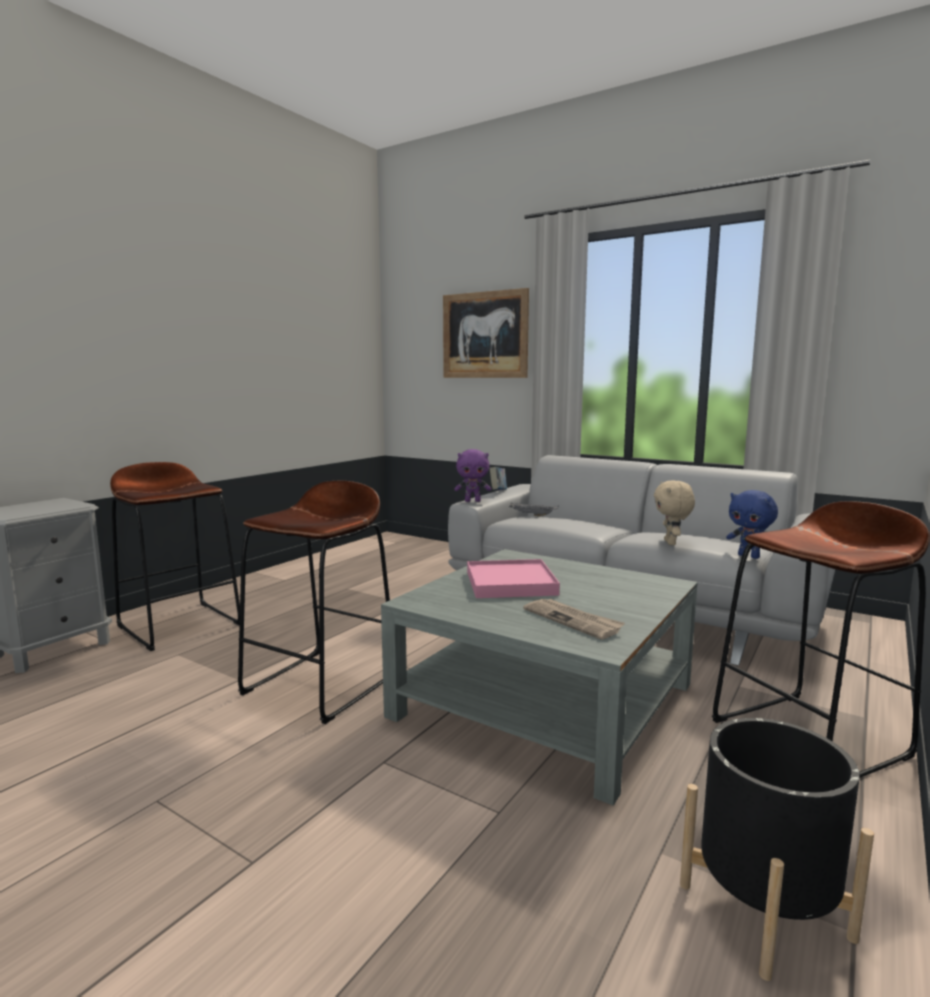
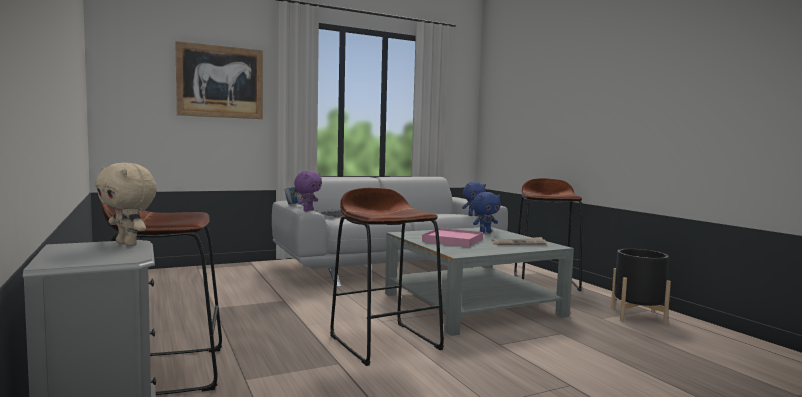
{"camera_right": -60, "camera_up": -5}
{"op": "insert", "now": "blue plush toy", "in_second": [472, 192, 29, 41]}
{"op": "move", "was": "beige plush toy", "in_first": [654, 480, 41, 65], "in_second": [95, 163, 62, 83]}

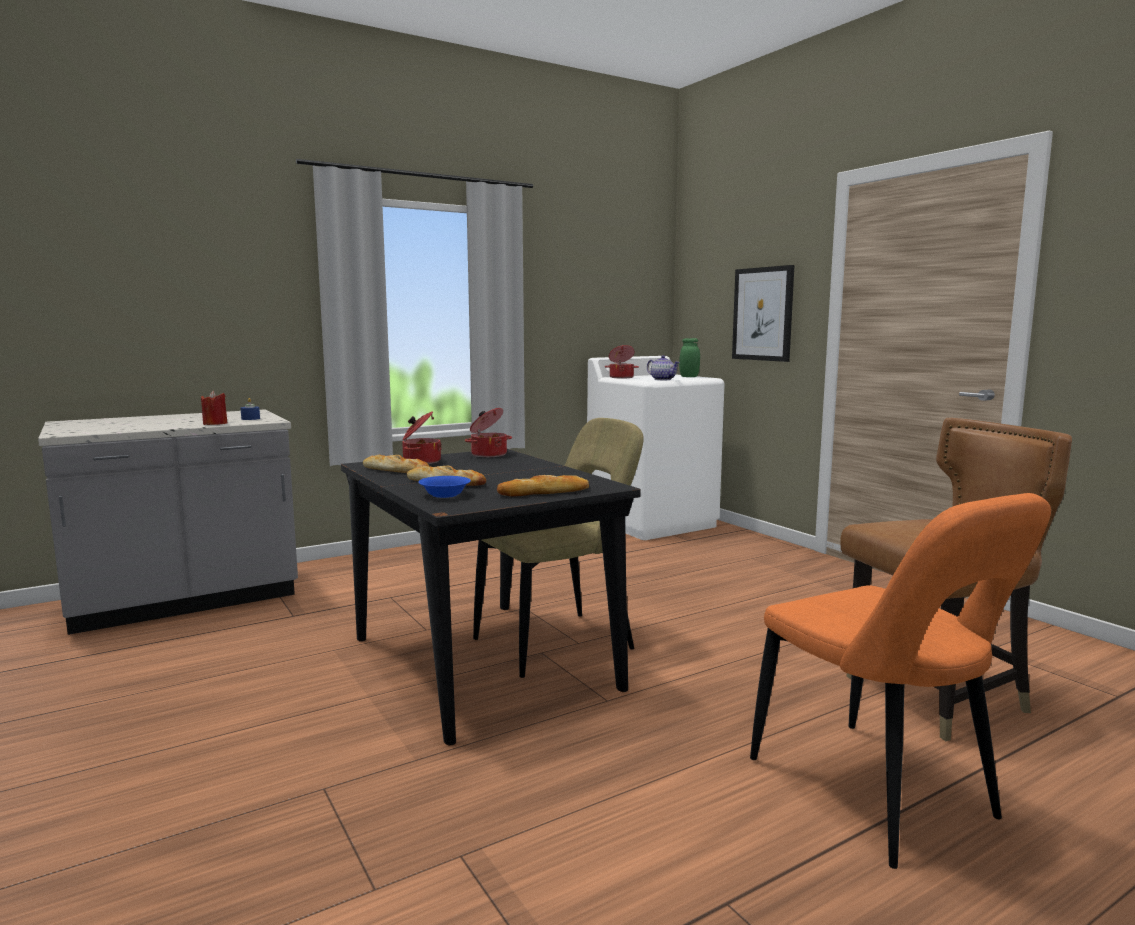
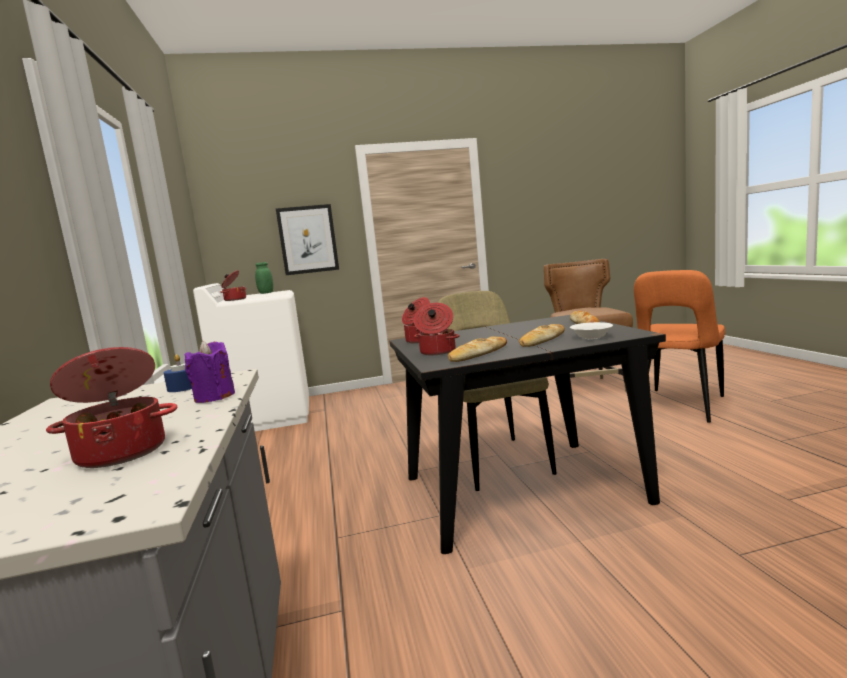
{"camera_right": -70, "camera_up": 0}
{"op": "delete", "was": "teapot", "in_first": [647, 355, 33, 25]}
{"op": "insert", "now": "cooking pot", "in_second": [46, 347, 131, 121]}
{"op": "recolor", "was": "red candle", "now": "purple candle", "in_first": [201, 391, 27, 34], "in_second": [185, 341, 50, 62]}
{"op": "recolor", "was": "blue bowl", "now": "white bowl", "in_first": [418, 476, 53, 22], "in_second": [570, 322, 43, 17]}
{"op": "rotate", "was": "orange chair", "in_first": [750, 493, 301, 376], "in_second": [634, 270, 91, 153], "clockwise": 135}

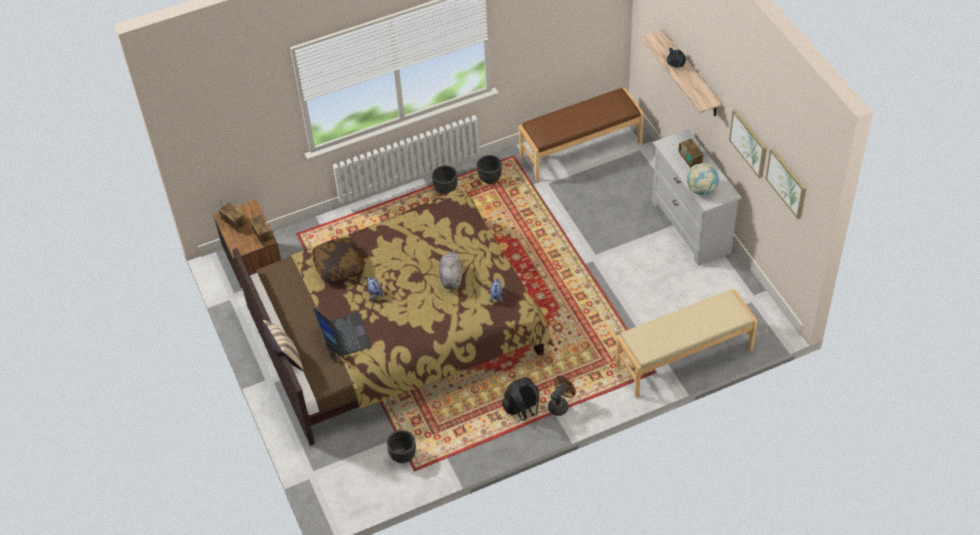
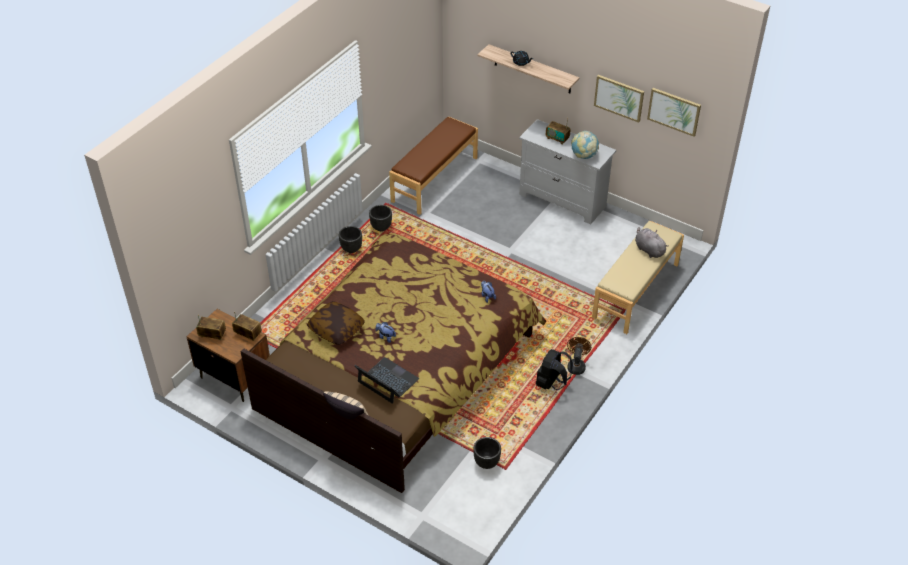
{"camera_right": -35, "camera_up": -5}
{"op": "move", "was": "grey plush toy", "in_first": [439, 250, 23, 39], "in_second": [635, 227, 34, 31]}

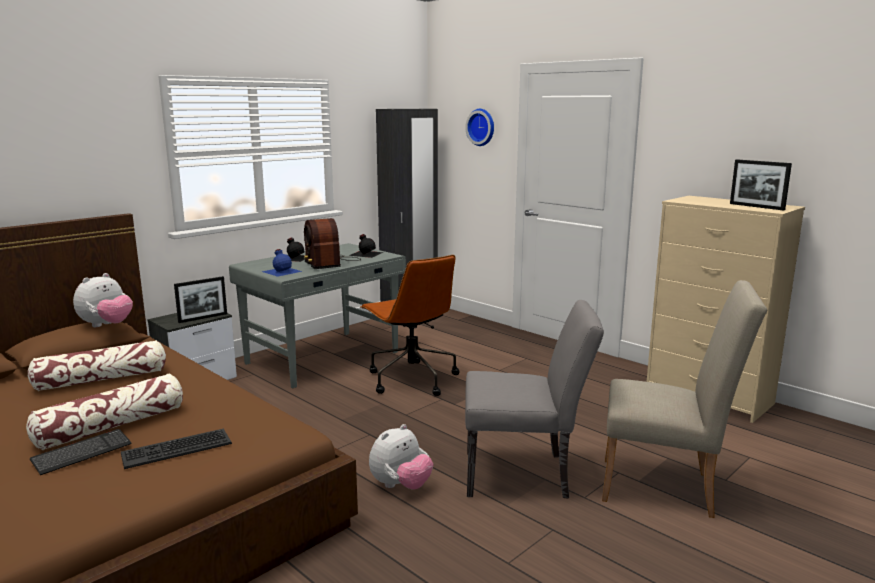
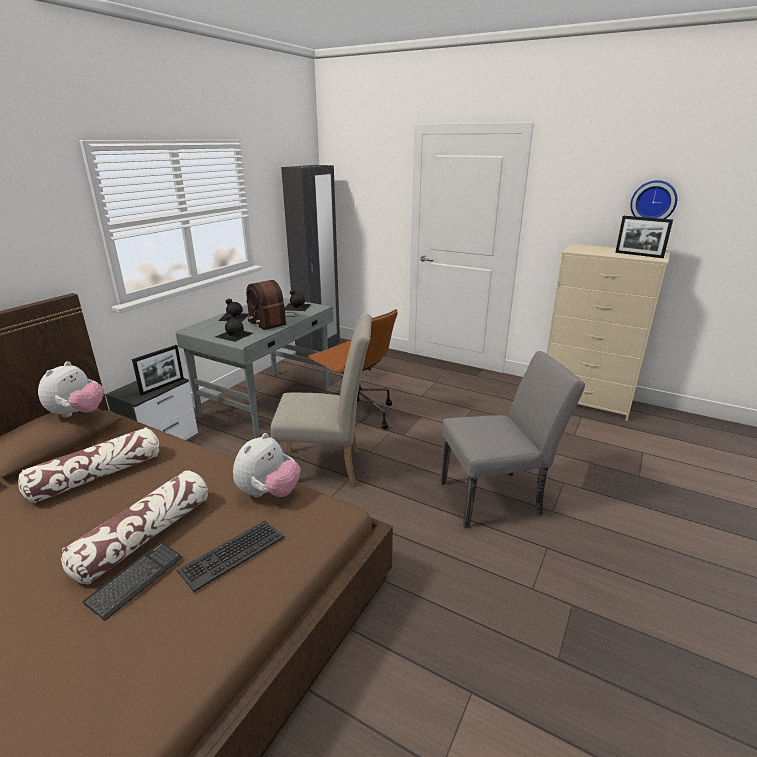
{"camera_right": -15, "camera_up": 10}
{"op": "move", "was": "plush toy", "in_first": [369, 424, 64, 66], "in_second": [233, 433, 68, 65]}
{"op": "move", "was": "wall clock", "in_first": [465, 109, 29, 37], "in_second": [630, 180, 47, 39]}
{"op": "move", "was": "beige chair", "in_first": [602, 280, 165, 238], "in_second": [271, 313, 101, 174]}
{"op": "recolor", "was": "blue bottle", "now": "black bottle", "in_first": [262, 249, 40, 28], "in_second": [215, 314, 38, 28]}

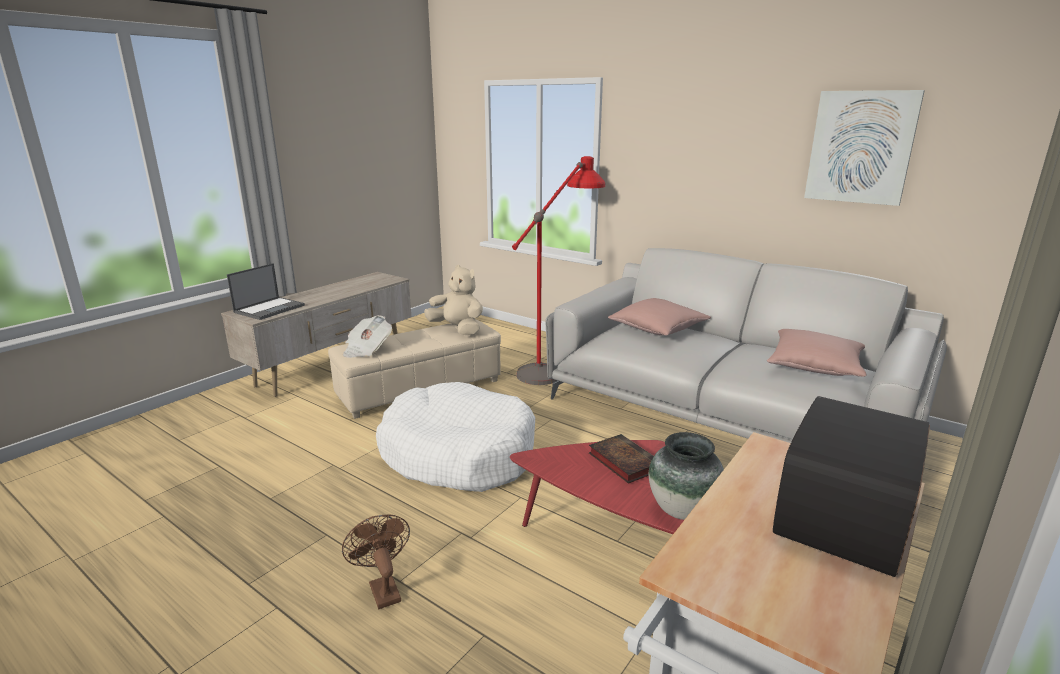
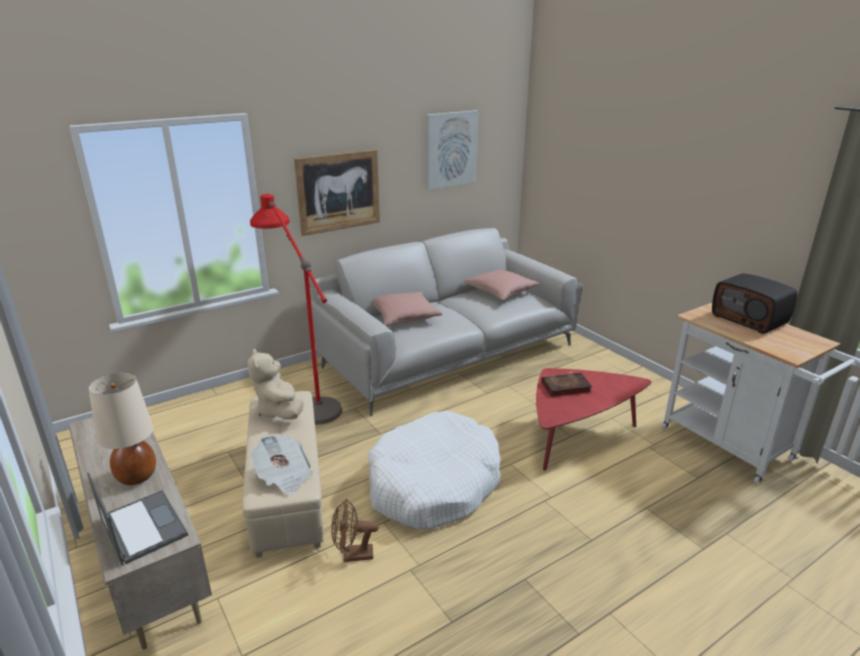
{"camera_right": -70, "camera_up": 5}
{"op": "delete", "was": "vase", "in_first": [649, 432, 75, 88]}
{"op": "insert", "now": "beige table lamp", "in_second": [88, 373, 68, 112]}
{"op": "insert", "now": "picture", "in_second": [294, 149, 86, 87]}
{"op": "move", "was": "brown fan", "in_first": [342, 515, 68, 94], "in_second": [331, 499, 48, 63]}
{"op": "rotate", "was": "beige plush toy", "in_first": [424, 265, 59, 70], "in_second": [248, 349, 56, 71], "clockwise": -75}

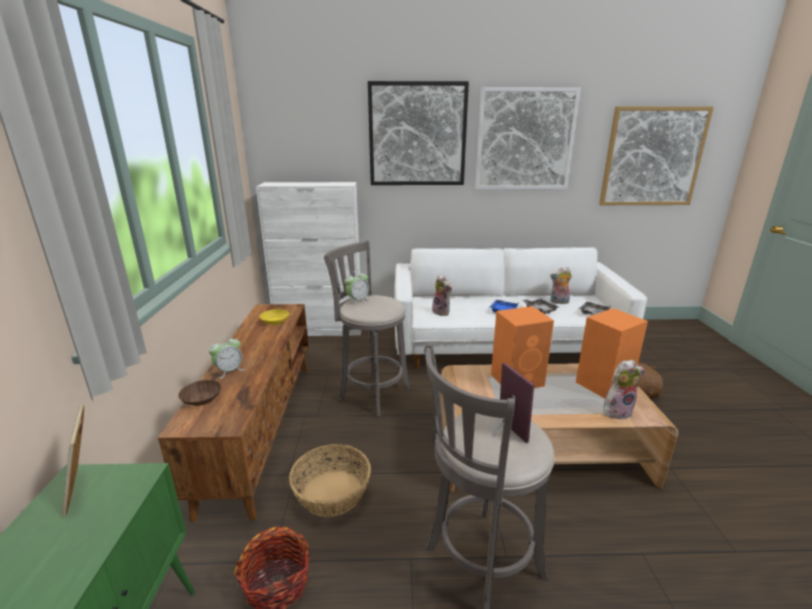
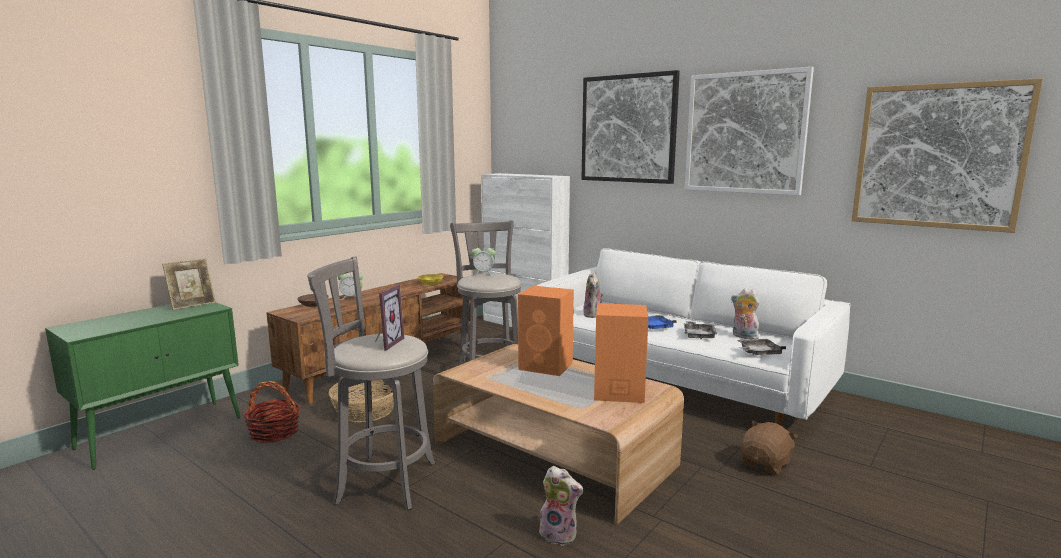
{"camera_right": 40, "camera_up": -10}
{"op": "move", "was": "plush toy", "in_first": [603, 360, 41, 59], "in_second": [539, 466, 44, 80]}
{"op": "rotate", "was": "picture frame", "in_first": [61, 404, 23, 113], "in_second": [162, 259, 54, 51], "clockwise": -150}

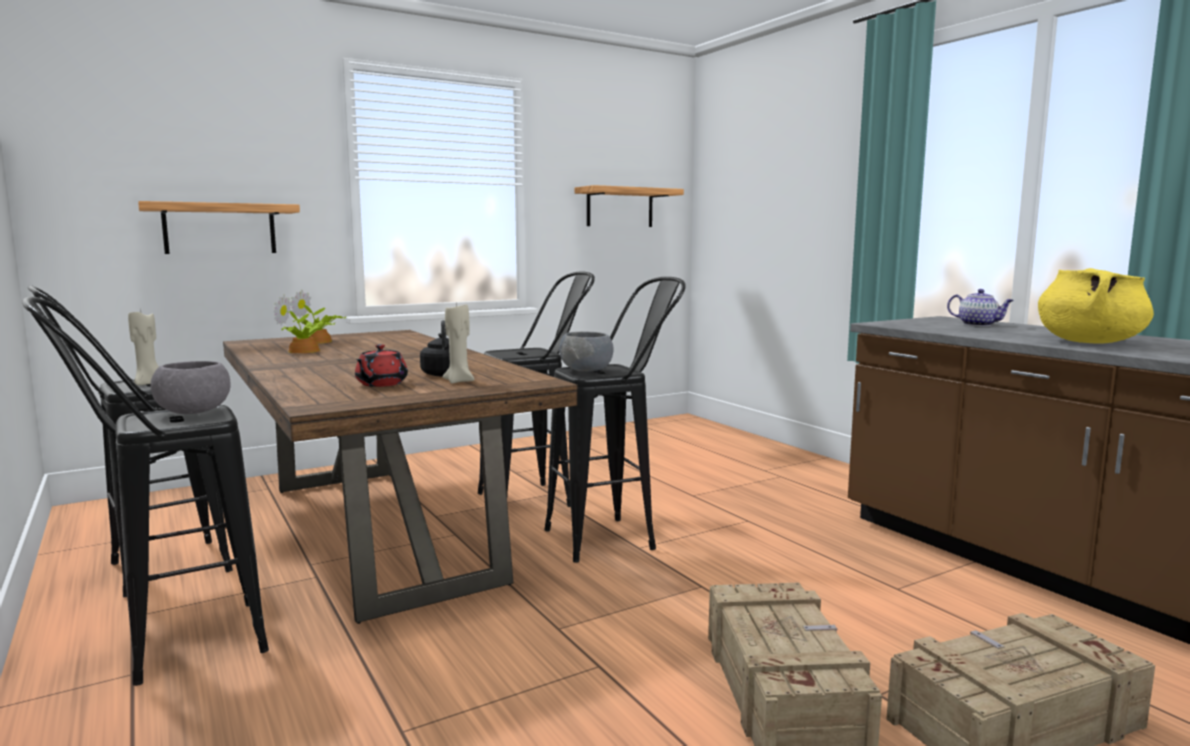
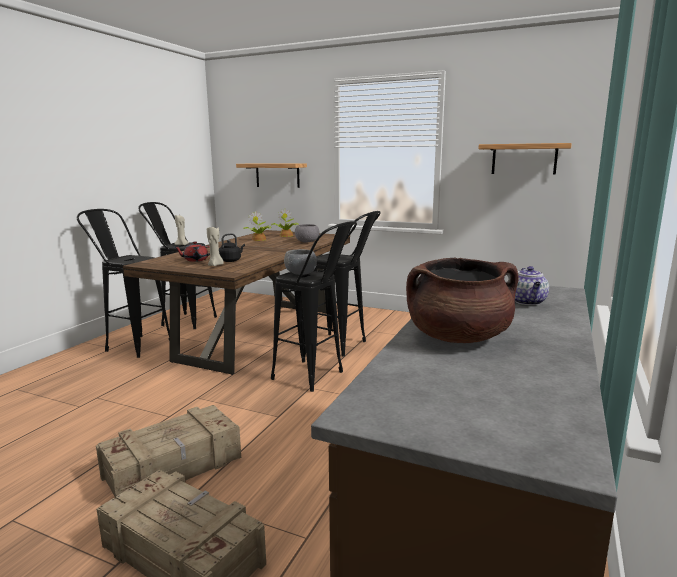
{"camera_right": 55, "camera_up": 5}
{"op": "move", "was": "grey bowl", "in_first": [151, 361, 80, 53], "in_second": [295, 224, 24, 19]}
{"op": "recolor", "was": "yellow cooking pot", "now": "brown cooking pot", "in_first": [1038, 268, 116, 75], "in_second": [406, 258, 113, 85]}

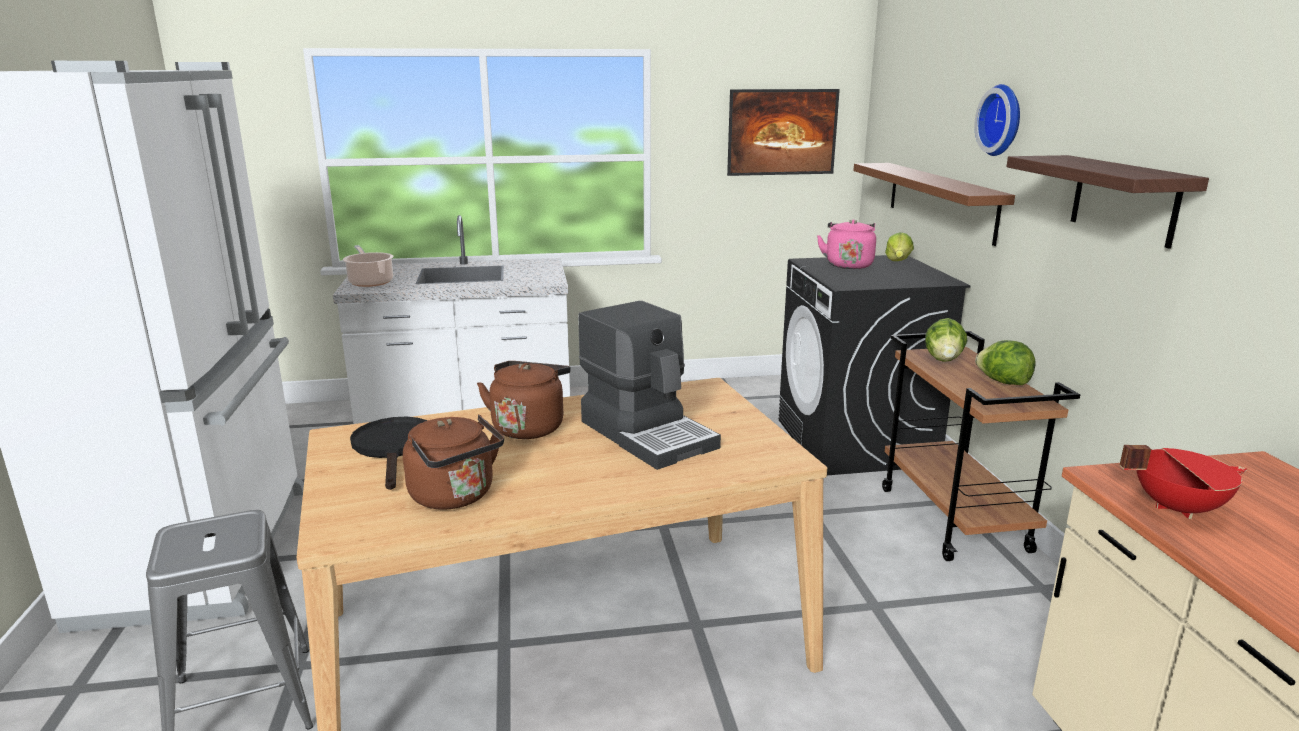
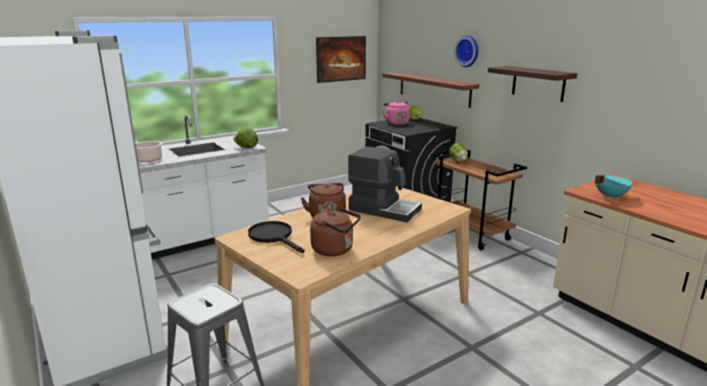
{"camera_right": -25, "camera_up": 0}
{"op": "move", "was": "lettuce", "in_first": [975, 340, 61, 45], "in_second": [234, 128, 24, 20]}
{"op": "recolor", "was": "red cooking pot", "now": "turquoise cooking pot", "in_first": [1119, 445, 128, 74], "in_second": [595, 174, 38, 25]}

